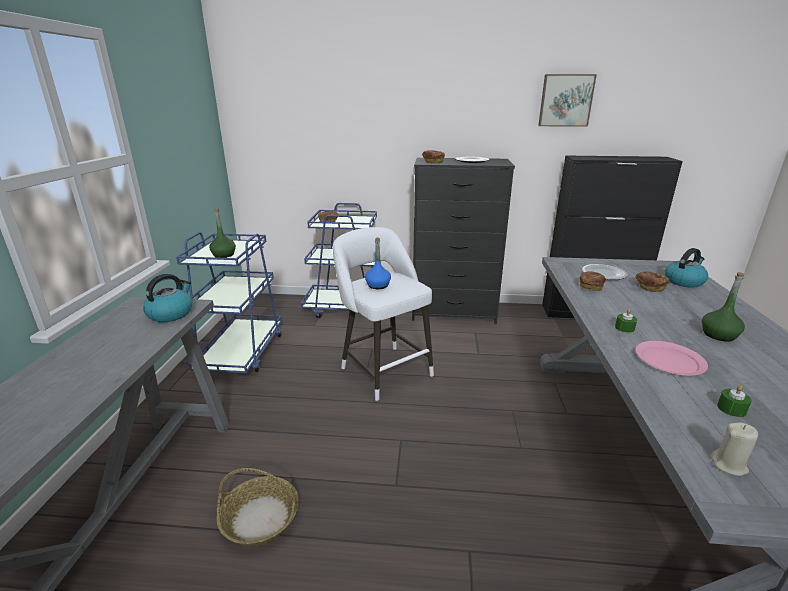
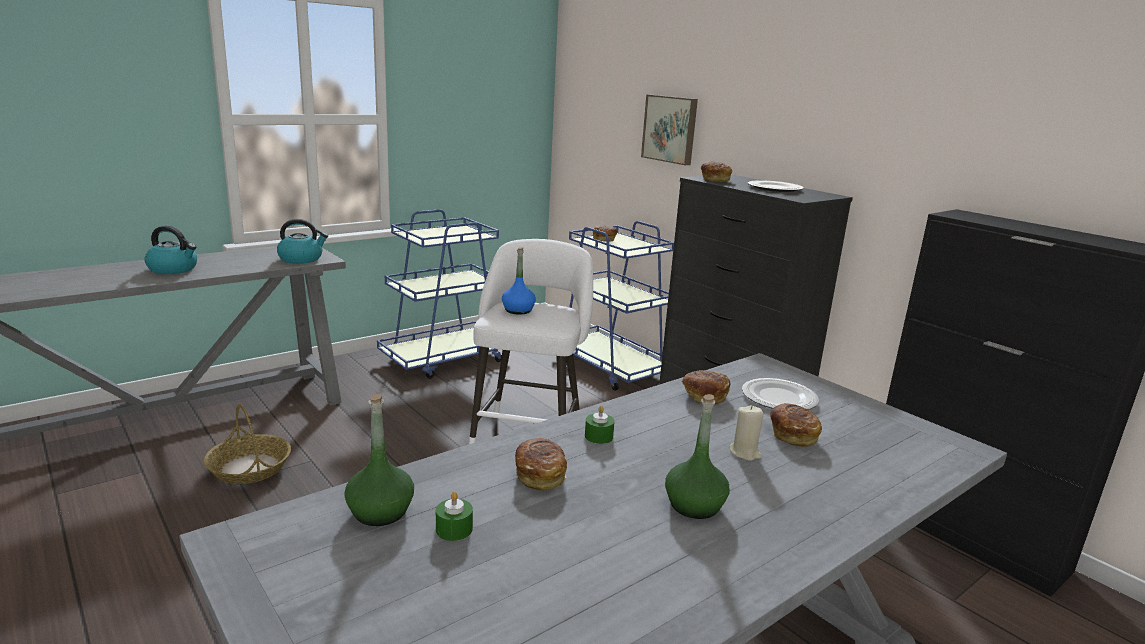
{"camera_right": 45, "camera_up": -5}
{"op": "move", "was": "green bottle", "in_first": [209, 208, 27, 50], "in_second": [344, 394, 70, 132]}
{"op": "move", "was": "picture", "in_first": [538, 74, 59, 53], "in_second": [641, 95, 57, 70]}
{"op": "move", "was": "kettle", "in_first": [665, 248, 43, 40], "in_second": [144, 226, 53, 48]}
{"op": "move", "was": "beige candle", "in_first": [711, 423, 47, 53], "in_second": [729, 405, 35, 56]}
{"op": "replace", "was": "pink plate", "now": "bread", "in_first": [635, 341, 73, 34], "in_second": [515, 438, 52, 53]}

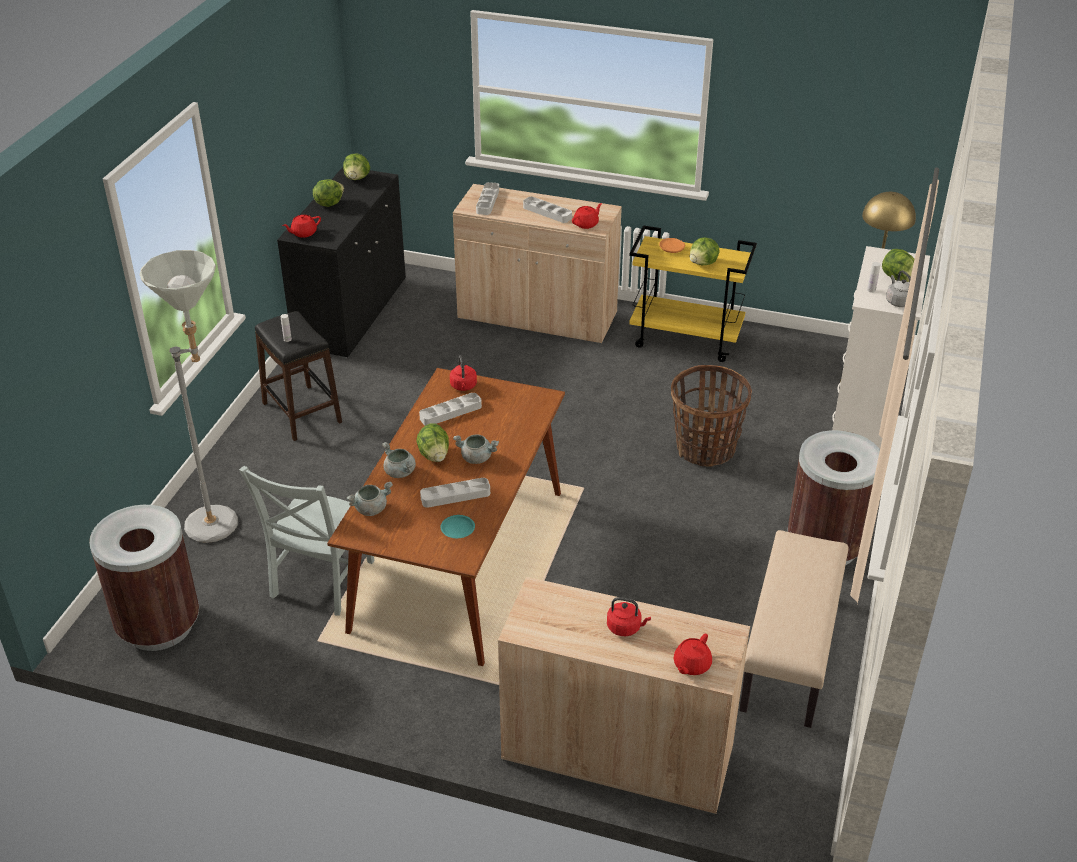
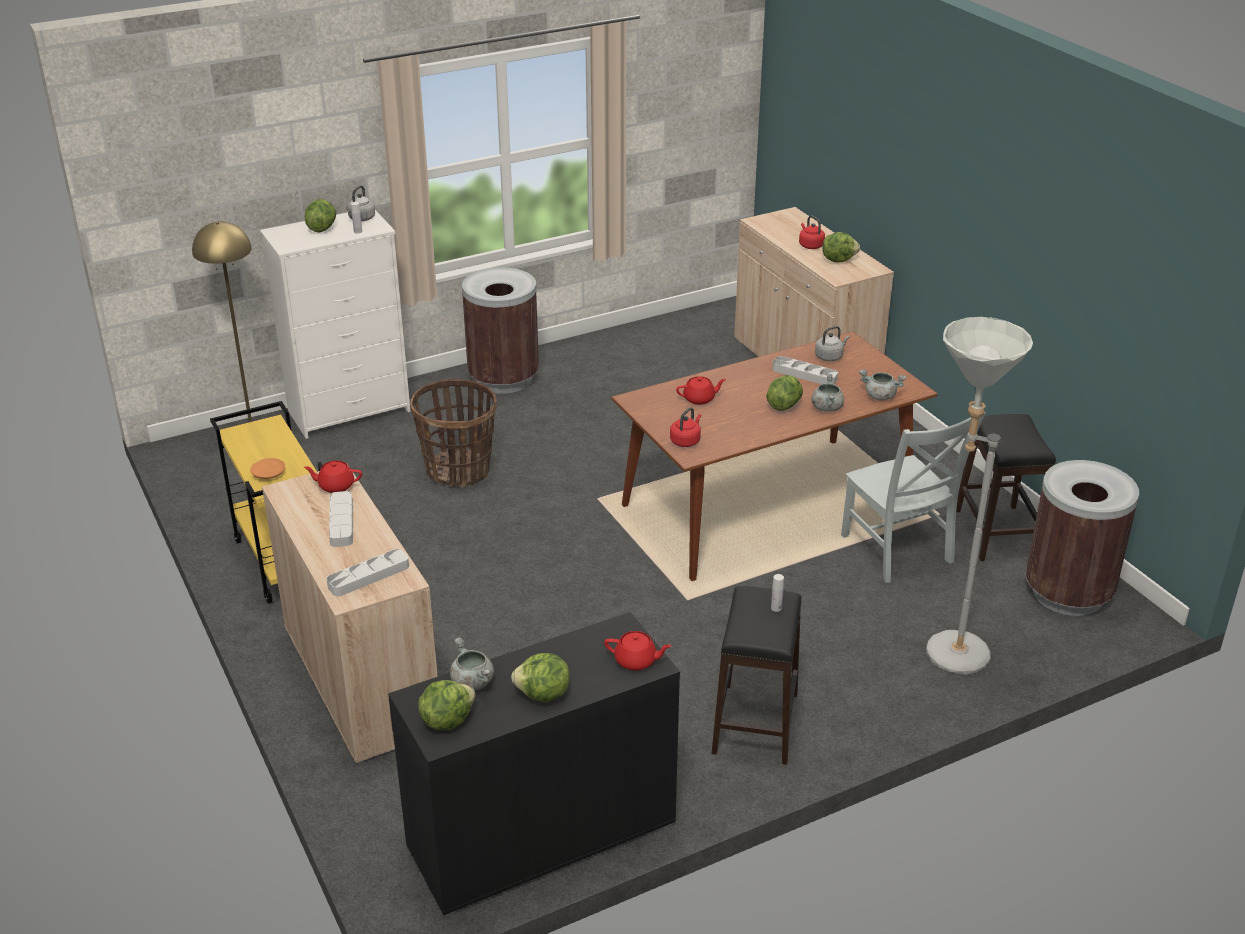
{"camera_right": -135, "camera_up": -5}
{"op": "delete", "was": "grey tray", "in_first": [419, 393, 63, 32]}
{"op": "delete", "was": "beige bench", "in_first": [739, 530, 110, 198]}
{"op": "insert", "now": "black stool", "in_second": [956, 414, 100, 147]}
{"op": "move", "was": "grey cooking pot", "in_first": [453, 434, 46, 30], "in_second": [450, 637, 44, 53]}
{"op": "move", "was": "red teapot", "in_first": [674, 633, 38, 42], "in_second": [676, 376, 50, 29]}
{"op": "move", "was": "lettuce", "in_first": [690, 237, 30, 28], "in_second": [822, 232, 38, 30]}
{"op": "replace", "was": "turquoise plate", "now": "grey kettle", "in_first": [440, 515, 35, 23], "in_second": [815, 326, 35, 35]}
{"op": "rotate", "was": "grey chair", "in_first": [239, 466, 135, 150], "in_second": [841, 412, 145, 171], "clockwise": 90}

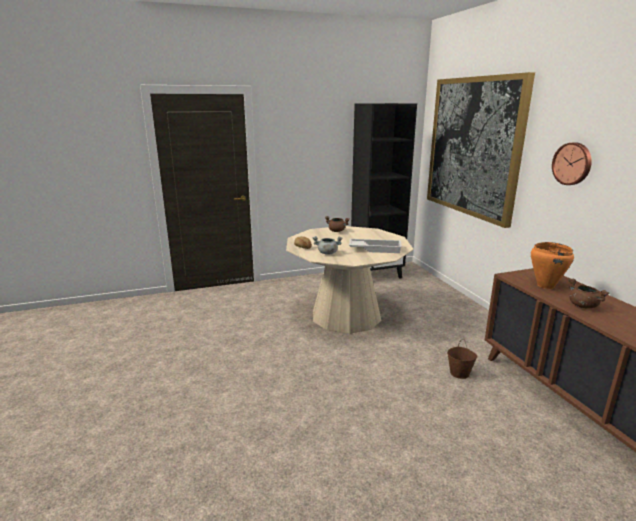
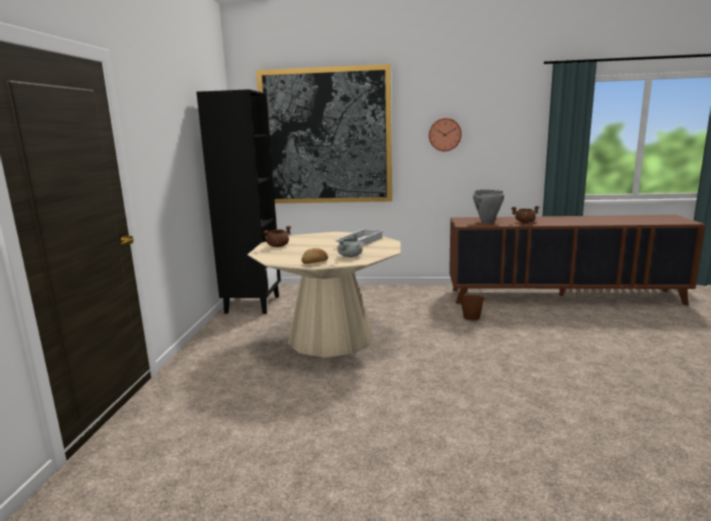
{"camera_right": -65, "camera_up": -5}
{"op": "recolor", "was": "orange cooking pot", "now": "grey cooking pot", "in_first": [531, 242, 43, 47], "in_second": [473, 190, 31, 34]}

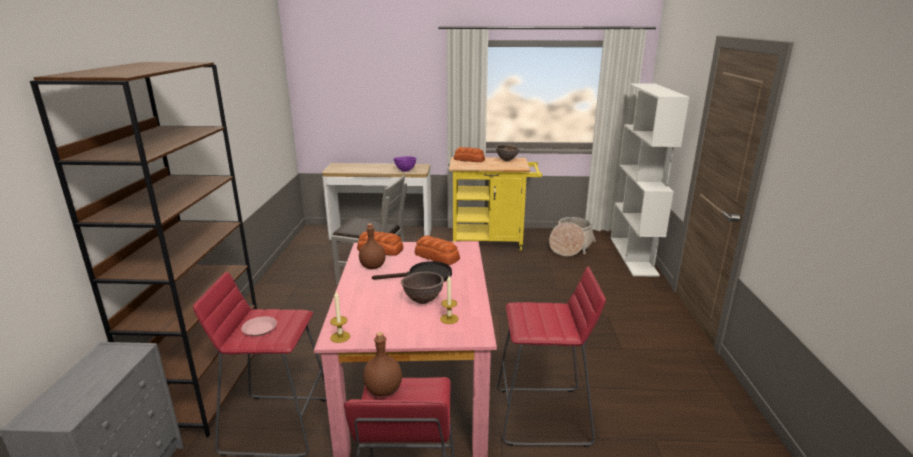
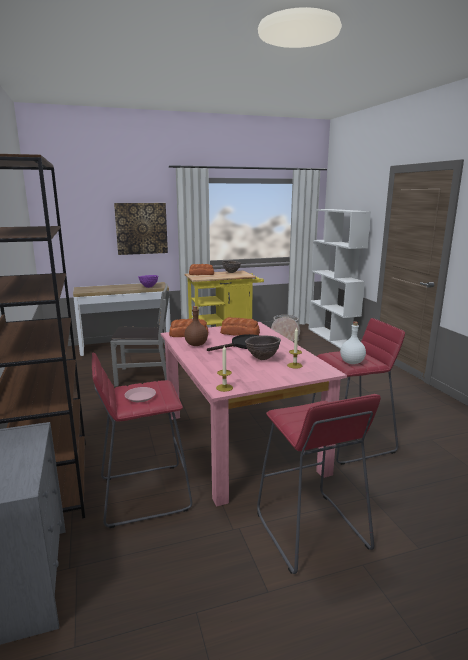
{"camera_right": -20, "camera_up": -5}
{"op": "delete", "was": "brown bottle", "in_first": [363, 332, 39, 65]}
{"op": "insert", "now": "picture", "in_second": [114, 203, 54, 52]}
{"op": "insert", "now": "white bottle", "in_second": [340, 321, 26, 43]}

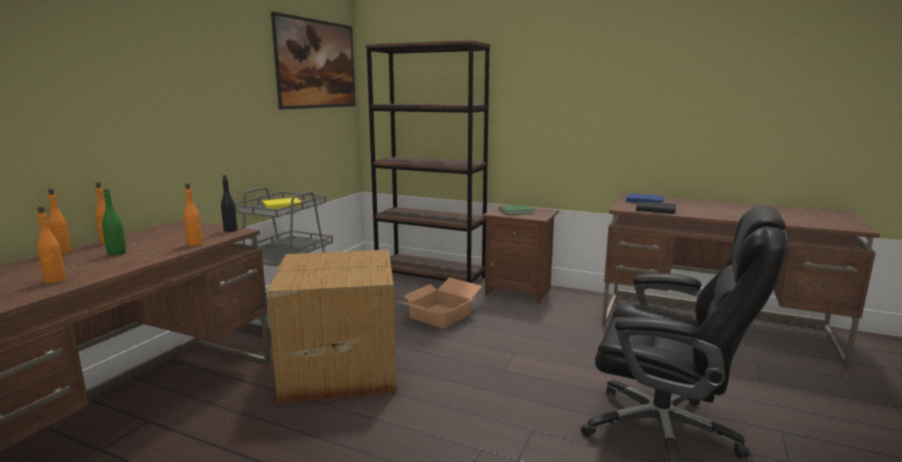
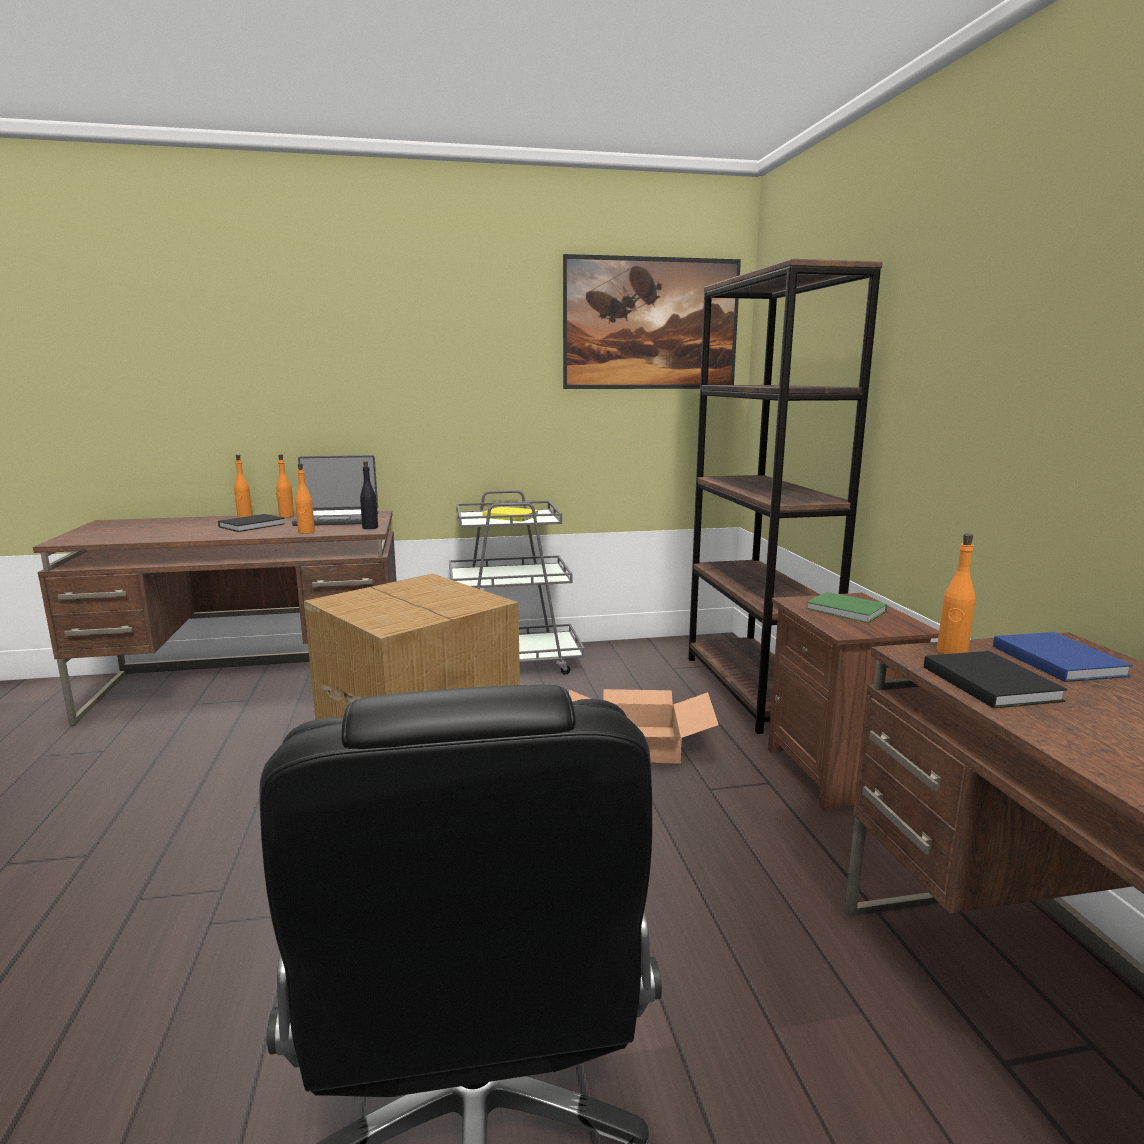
{"camera_right": 55, "camera_up": 0}
{"op": "insert", "now": "laptop", "in_second": [292, 455, 86, 71]}
{"op": "move", "was": "orange bottle", "in_first": [37, 206, 29, 77], "in_second": [937, 533, 38, 121]}
{"op": "replace", "was": "green bottle", "now": "black book", "in_first": [102, 189, 24, 67], "in_second": [218, 514, 67, 18]}

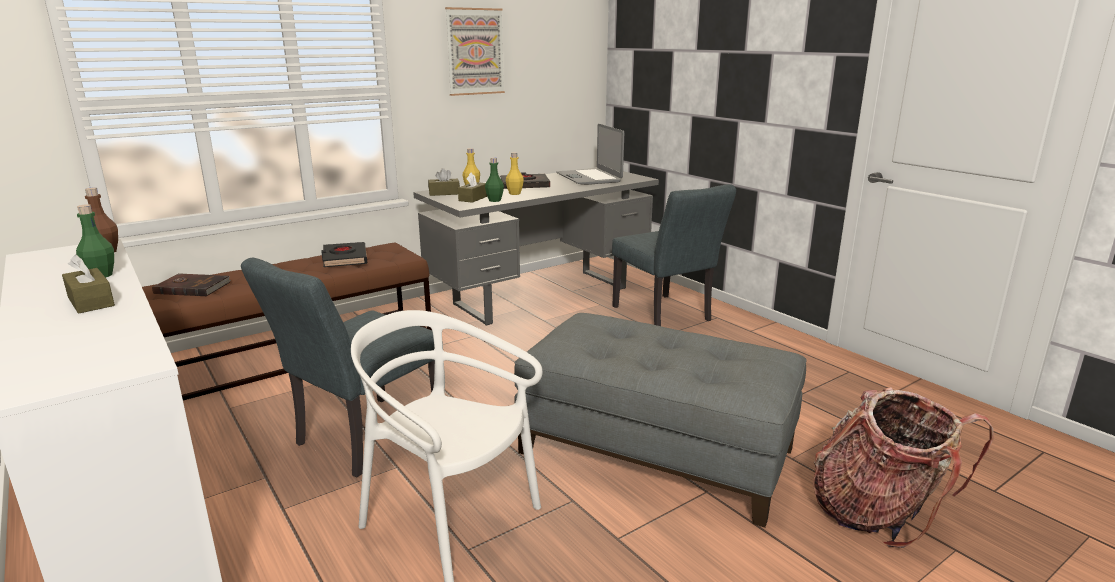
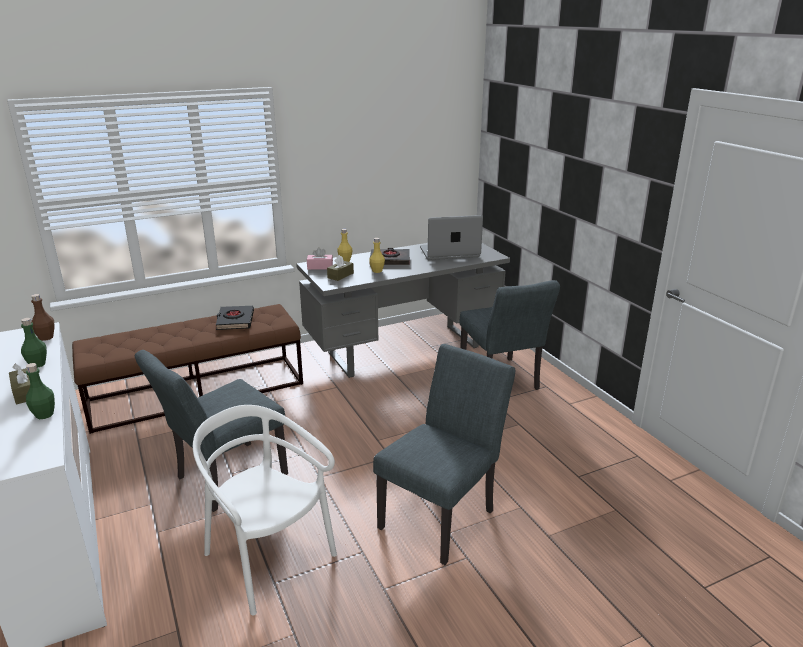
{"camera_right": 10, "camera_up": 5}
{"op": "delete", "was": "brown book", "in_first": [152, 274, 79, 22]}
{"op": "delete", "was": "picture", "in_first": [445, 7, 60, 89]}
{"op": "delete", "was": "backpack", "in_first": [813, 387, 181, 161]}
{"op": "move", "was": "green bottle", "in_first": [485, 158, 19, 44], "in_second": [26, 363, 29, 56]}
{"op": "replace", "was": "grey ottoman", "now": "grey chair", "in_first": [514, 313, 293, 214], "in_second": [373, 344, 142, 221]}
{"op": "recolor", "was": "brown tissue box", "now": "pink tissue box", "in_first": [428, 168, 32, 28], "in_second": [307, 247, 26, 23]}
{"op": "rotate", "was": "laptop", "in_first": [556, 124, 68, 61], "in_second": [420, 215, 63, 45], "clockwise": 90}

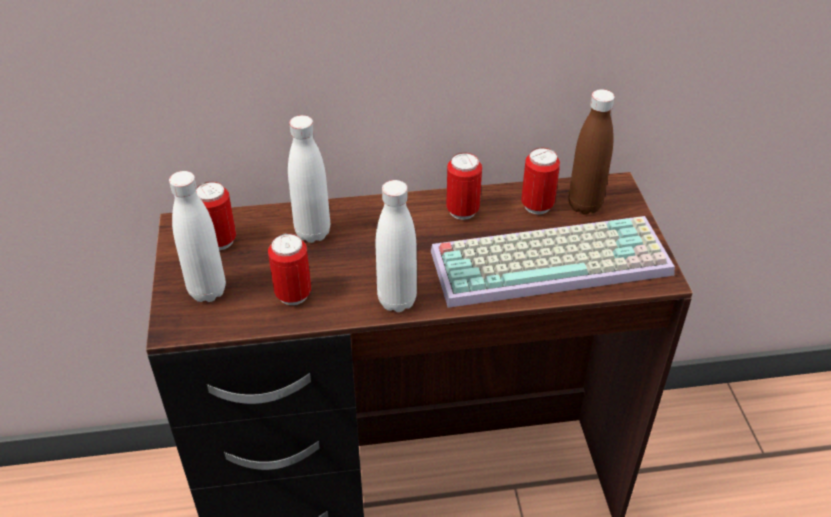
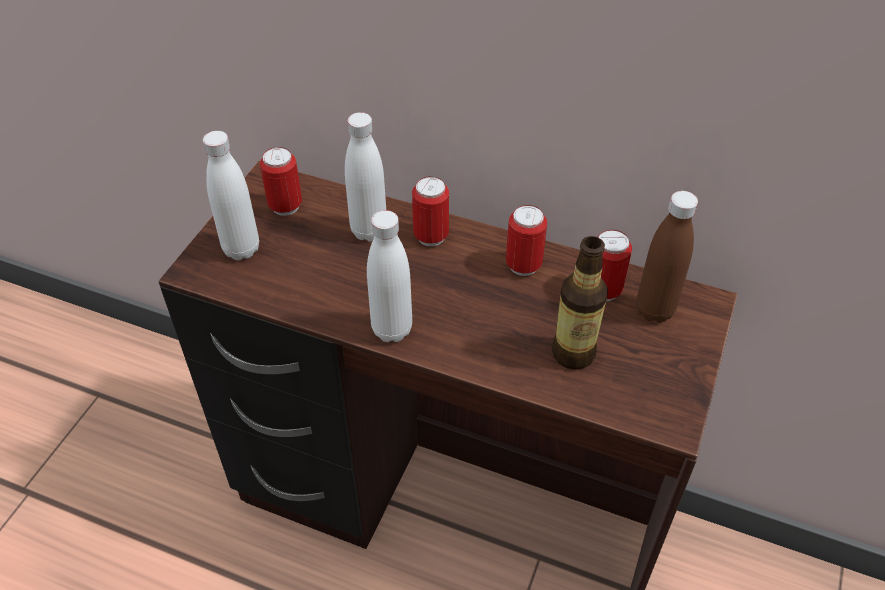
{"camera_right": 30, "camera_up": 5}
{"op": "move", "was": "can", "in_first": [268, 233, 43, 72], "in_second": [412, 176, 37, 70]}
{"op": "replace", "was": "keyboard", "now": "bottle", "in_first": [431, 216, 244, 92], "in_second": [552, 236, 56, 134]}

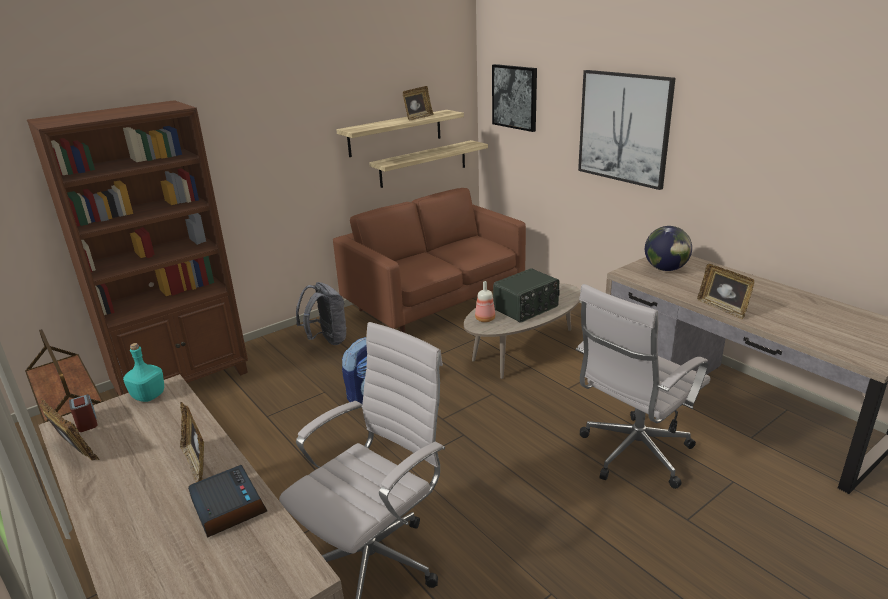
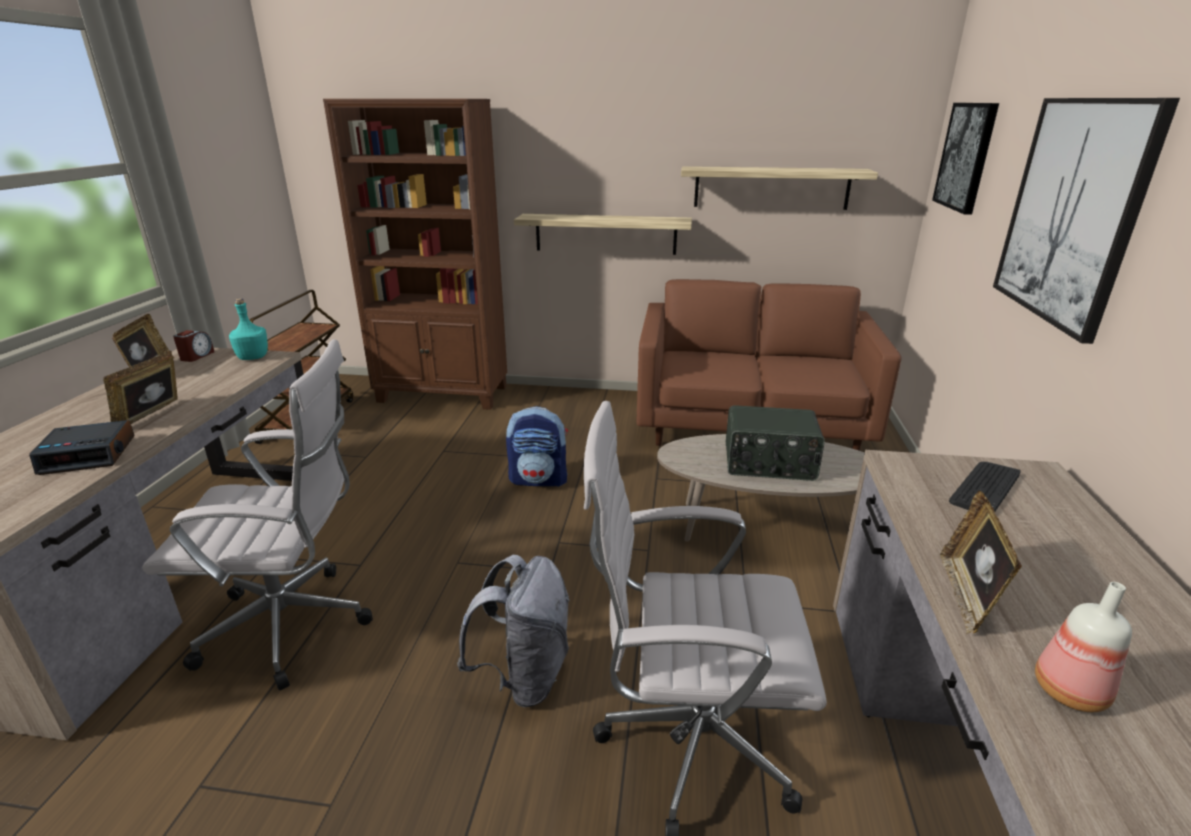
{"camera_right": 45, "camera_up": 0}
{"op": "delete", "was": "picture frame", "in_first": [403, 86, 31, 35]}
{"op": "move", "was": "grey backpack", "in_first": [296, 282, 50, 63], "in_second": [457, 555, 113, 152]}
{"op": "move", "was": "shelf", "in_first": [369, 140, 119, 48], "in_second": [514, 214, 178, 41]}
{"op": "move", "was": "bottle", "in_first": [475, 281, 20, 41], "in_second": [1035, 582, 97, 130]}
{"op": "replace", "was": "globe", "now": "keyboard", "in_first": [645, 226, 47, 45], "in_second": [949, 462, 72, 49]}
{"op": "rotate", "was": "alarm clock", "in_first": [188, 465, 79, 73], "in_second": [29, 420, 106, 55], "clockwise": 60}

